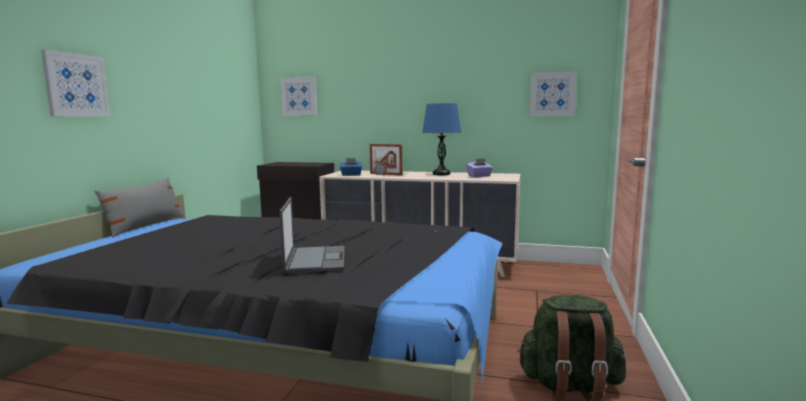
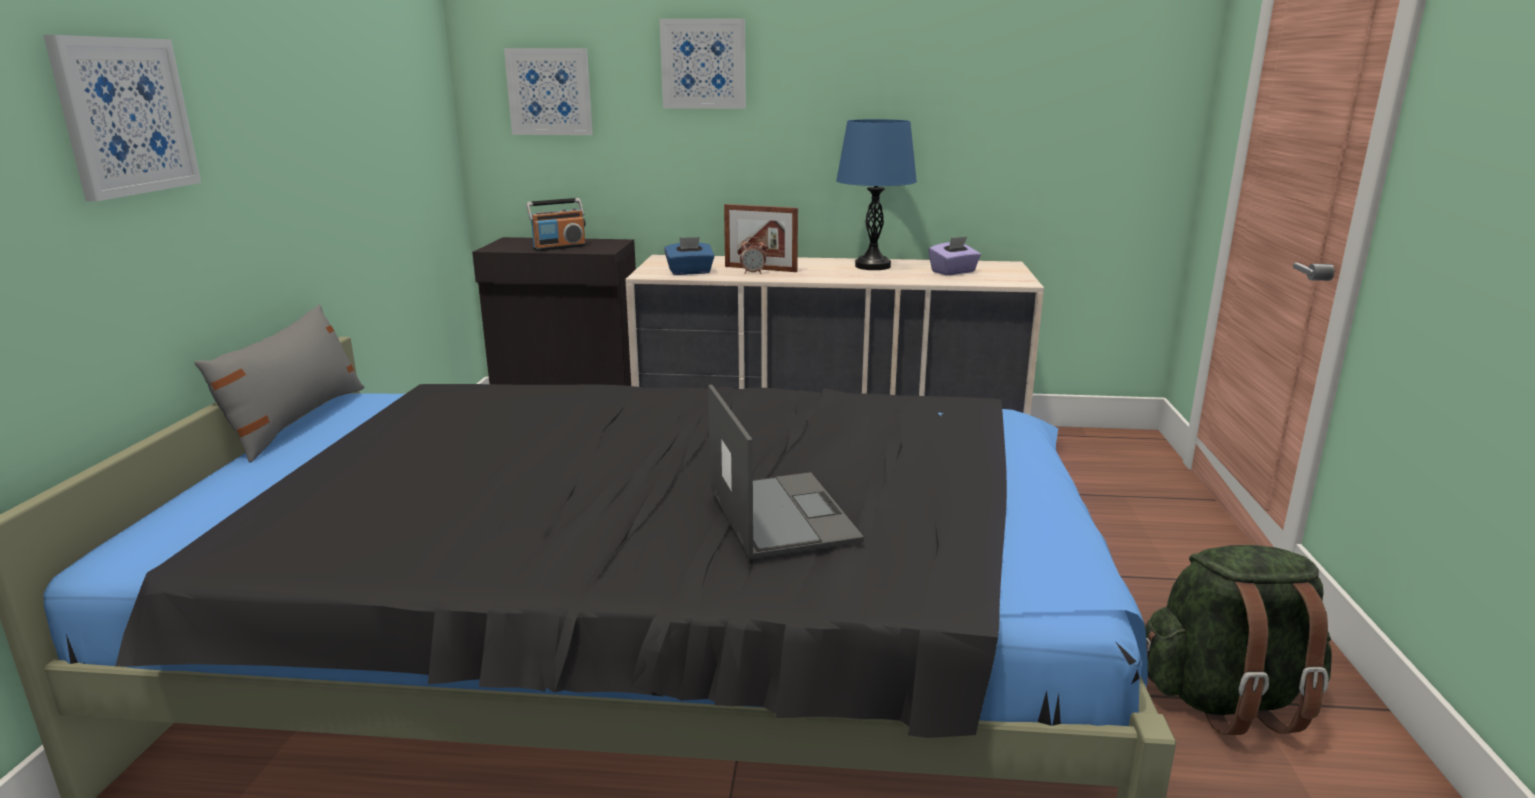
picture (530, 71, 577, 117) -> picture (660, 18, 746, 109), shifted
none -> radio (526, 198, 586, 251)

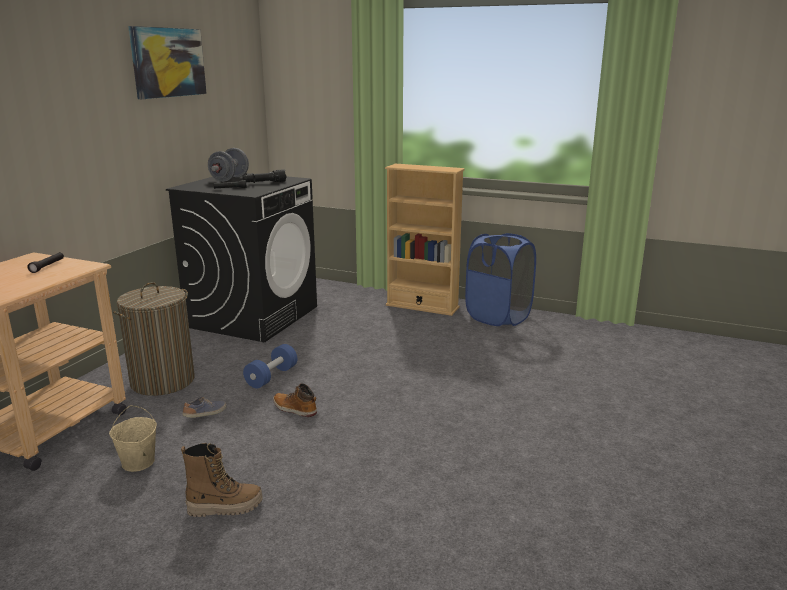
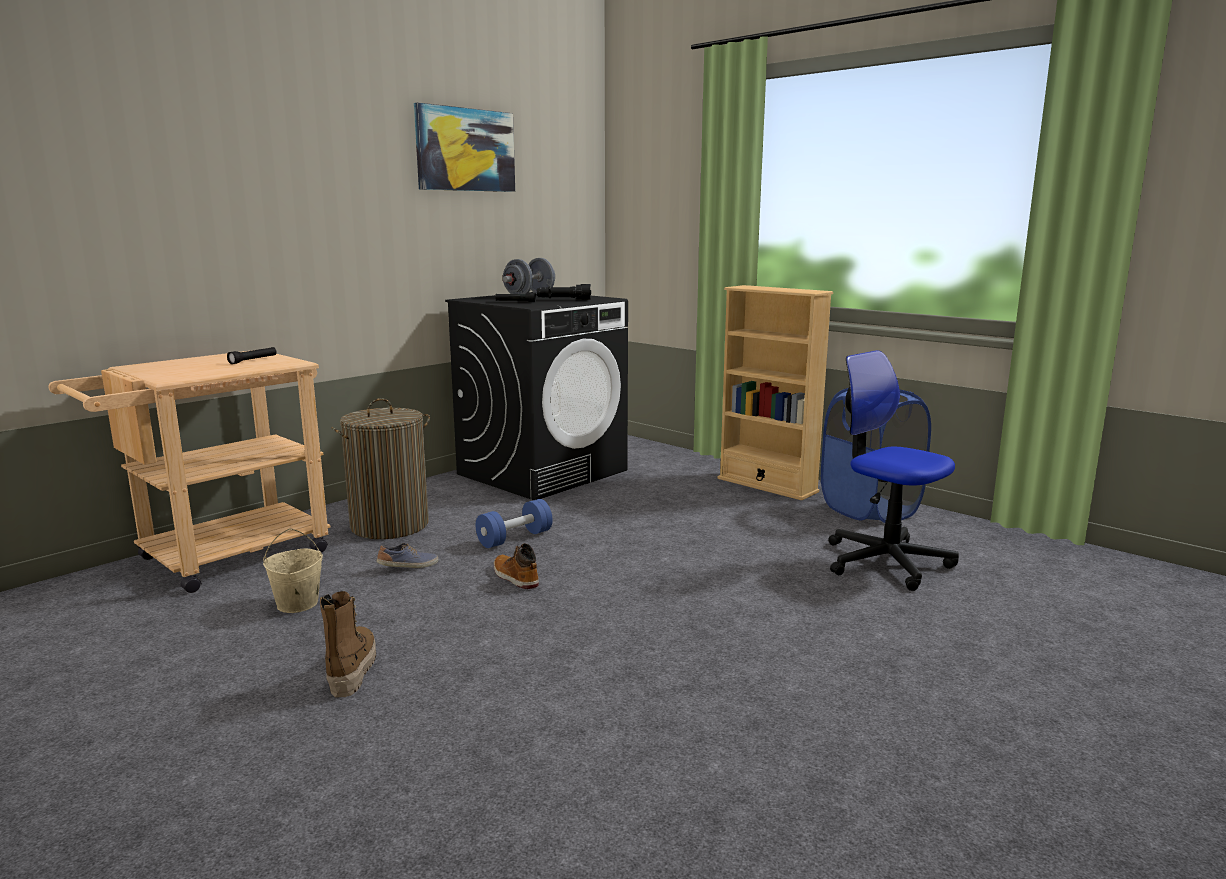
boot (181, 443, 263, 517) -> boot (320, 591, 376, 697), 105 degrees counterclockwise
none -> office chair (828, 350, 959, 591)

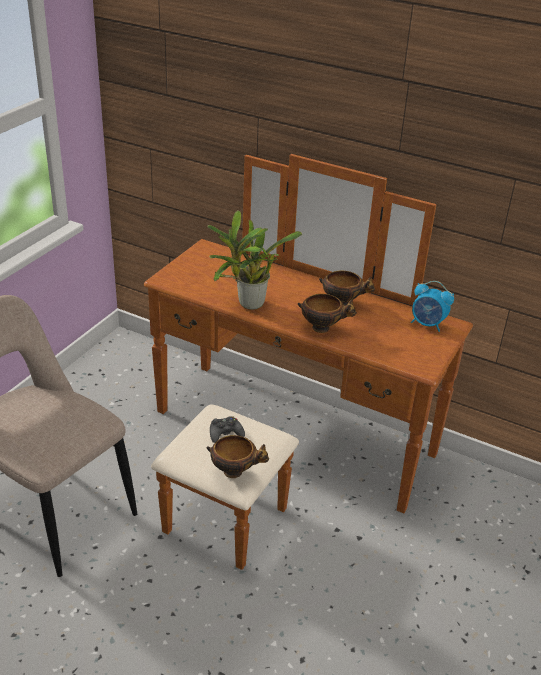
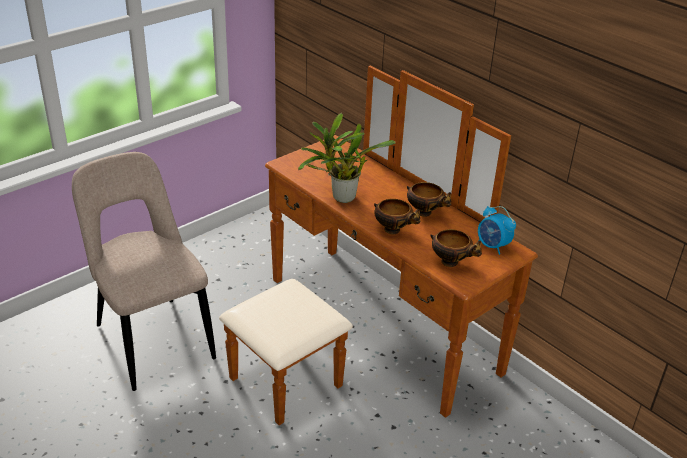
black game controller (210, 416, 245, 443) -> none
bowl (207, 435, 269, 478) -> bowl (430, 229, 482, 267), shifted

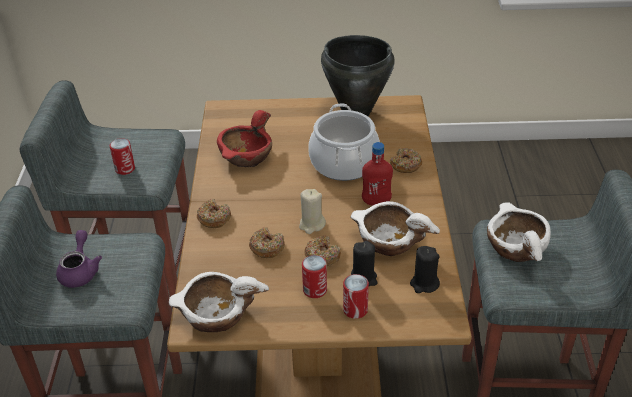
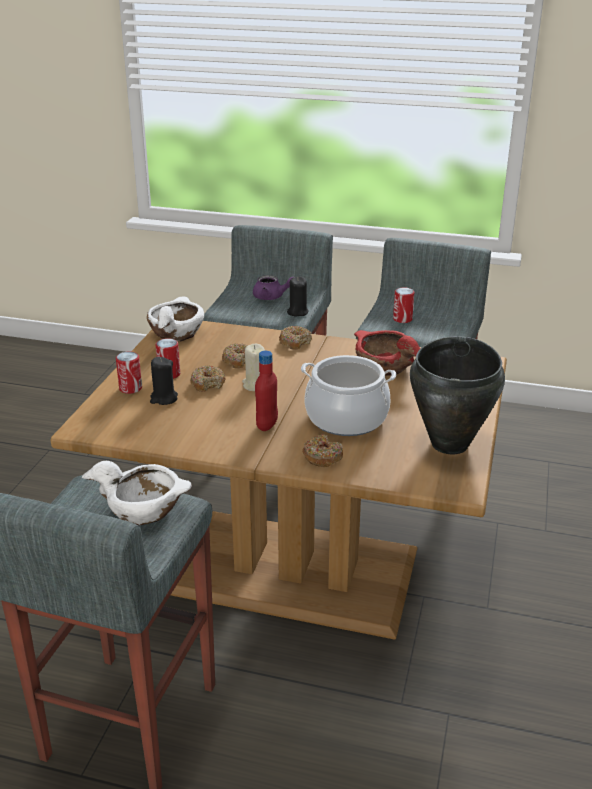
white bowl (350, 201, 440, 256) -> none
black candle (410, 246, 440, 293) -> black candle (287, 277, 309, 316), shifted

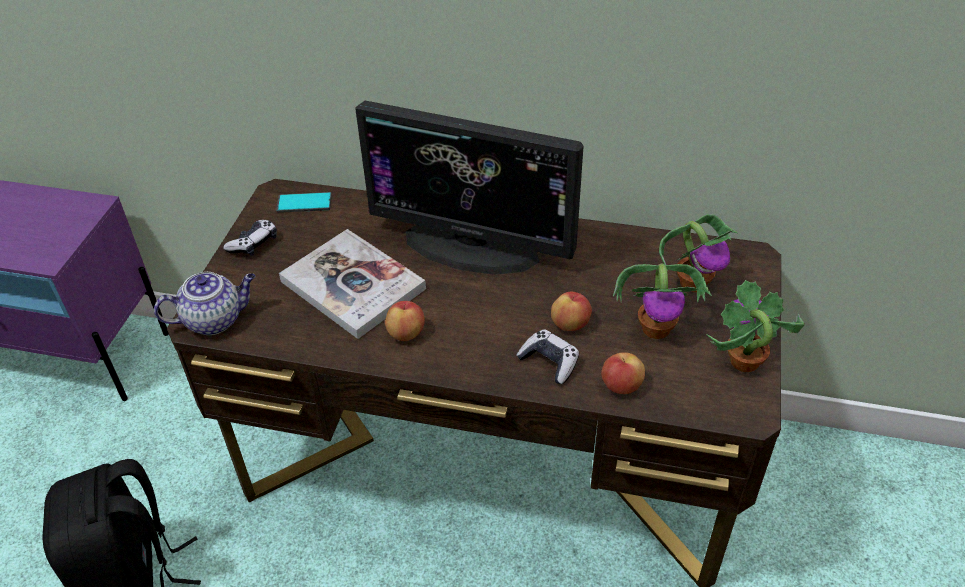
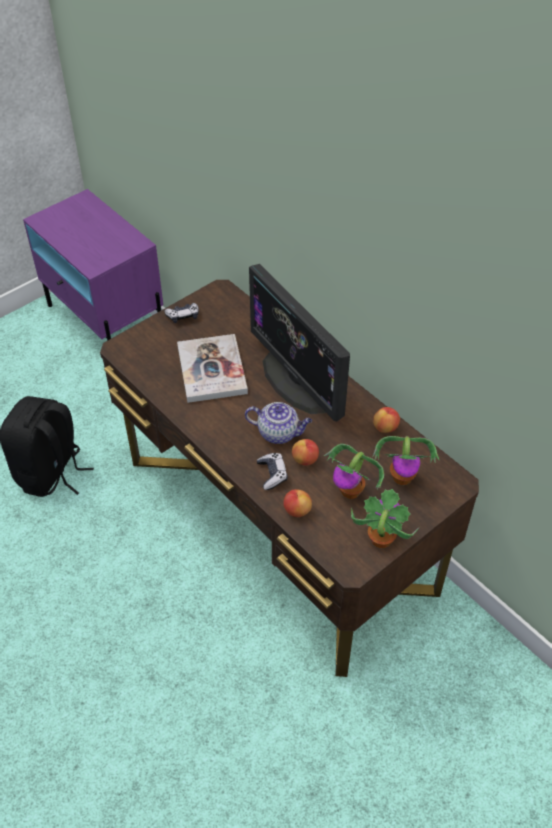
phone (276, 192, 332, 213) -> none
teapot (154, 272, 255, 335) -> teapot (245, 402, 312, 444), shifted
apple (385, 301, 425, 341) -> apple (373, 407, 400, 433), shifted

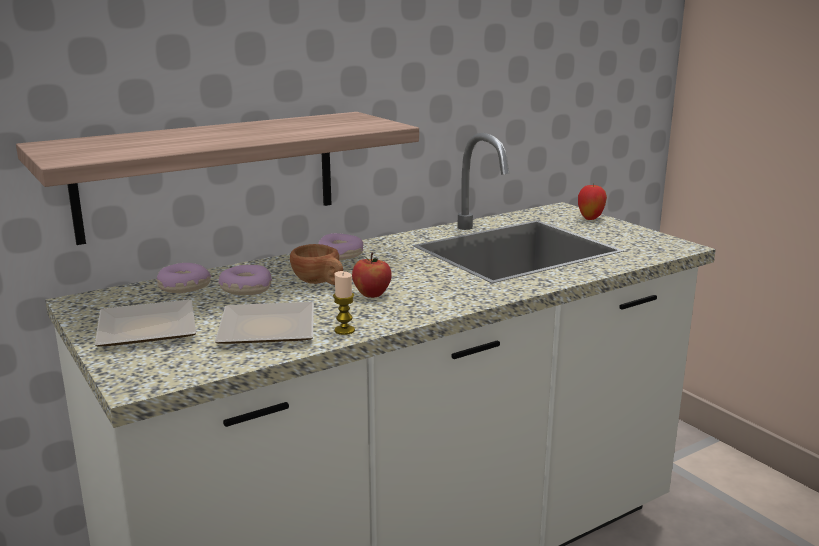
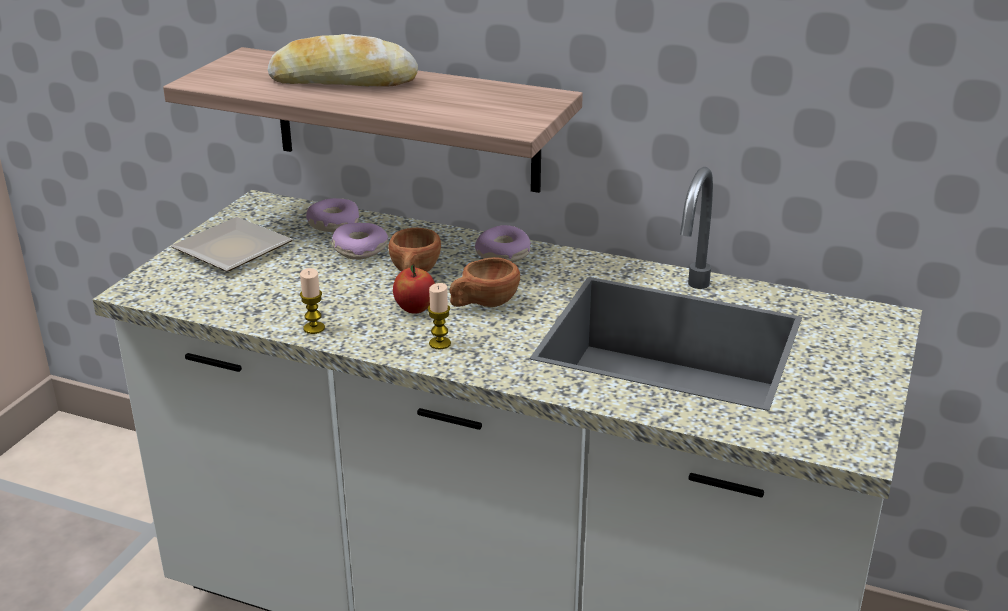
apple (578, 183, 607, 220) -> none
plate (215, 302, 314, 344) -> none
none -> bread (268, 34, 418, 87)
none -> brown cup (449, 257, 520, 307)
none -> candle (428, 283, 451, 349)

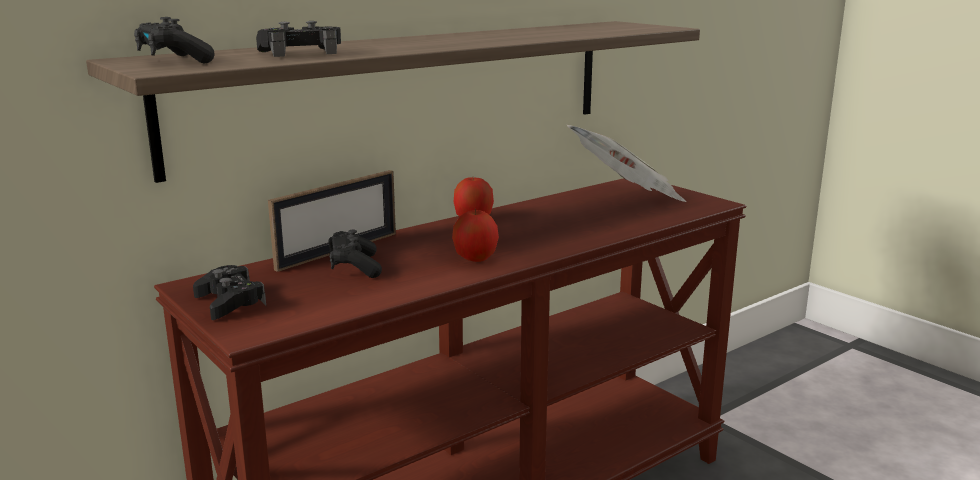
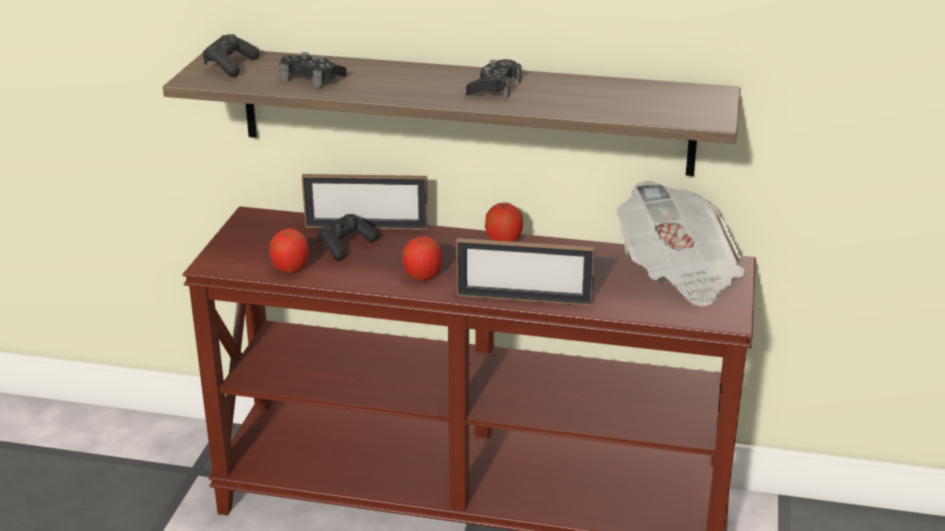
black game controller (193, 265, 266, 320) -> black game controller (466, 59, 521, 98), shifted
none -> apple (269, 228, 309, 273)
none -> picture frame (456, 238, 595, 306)

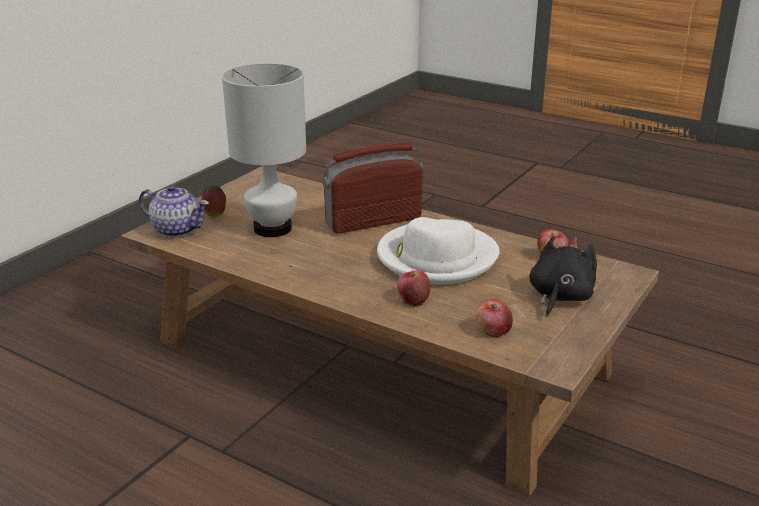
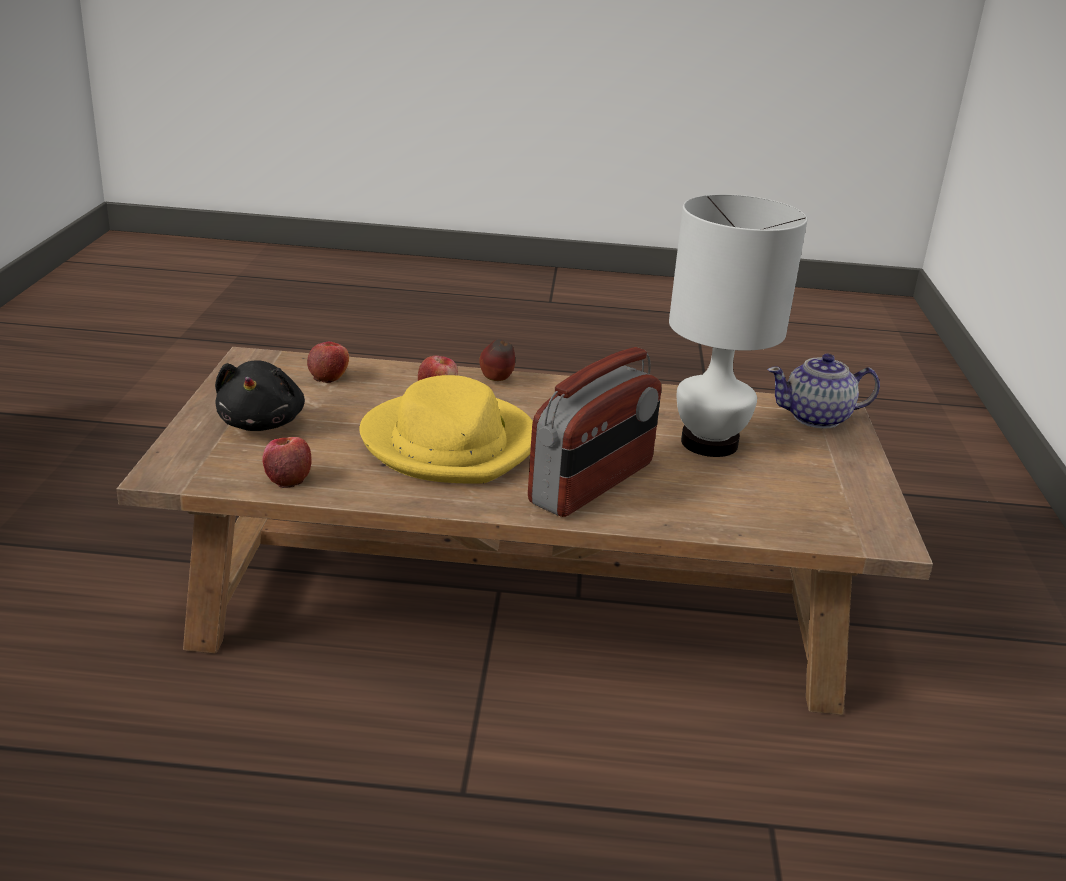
apple (201, 185, 226, 218) -> apple (479, 339, 515, 381), shifted
white hat (377, 217, 500, 285) -> yellow hat (359, 375, 533, 484)

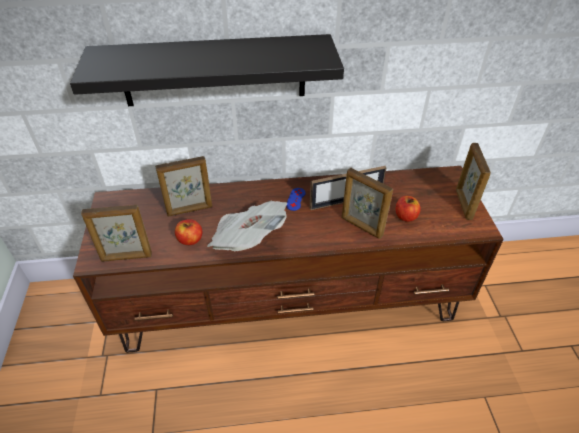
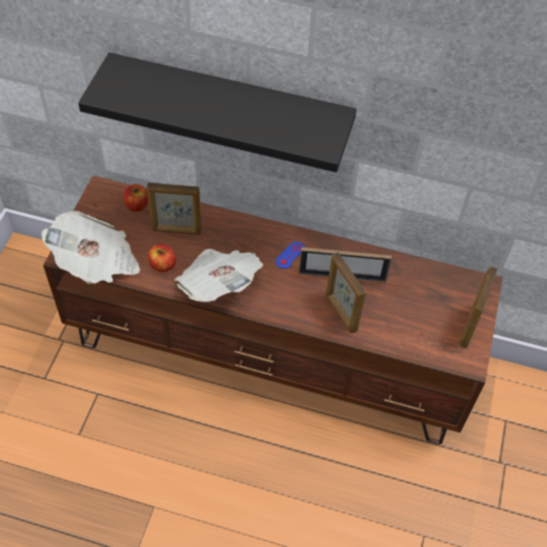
apple (396, 196, 421, 222) -> apple (123, 184, 148, 212), shifted
picture frame (81, 205, 152, 262) -> newspaper (42, 211, 140, 284)

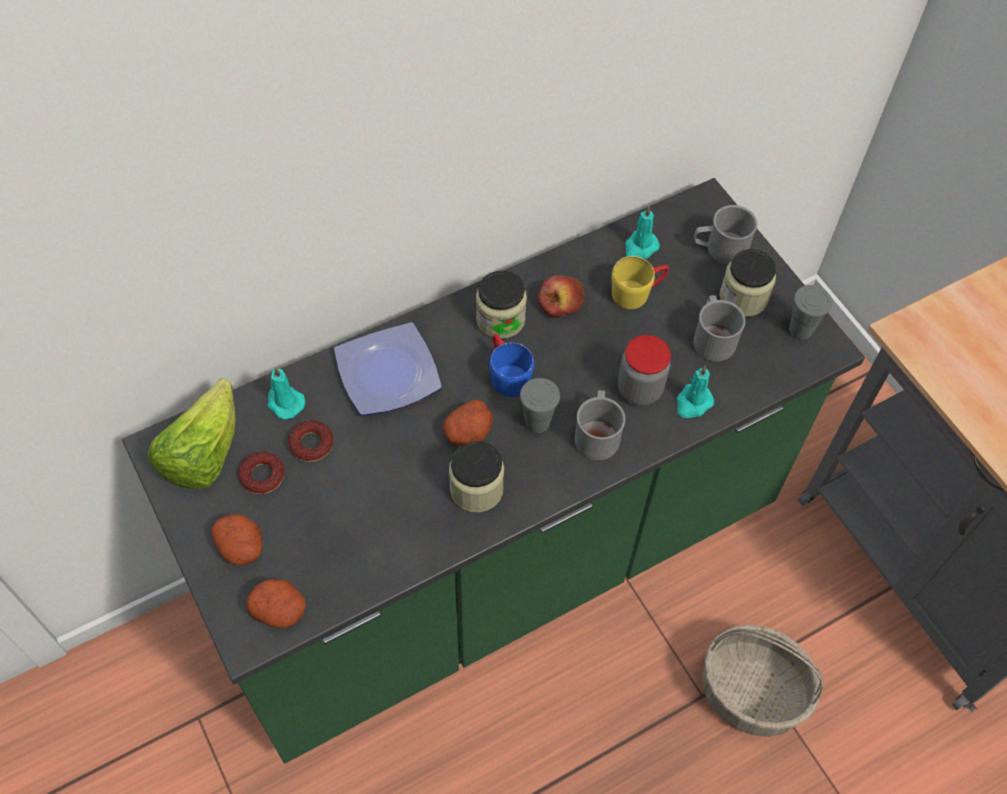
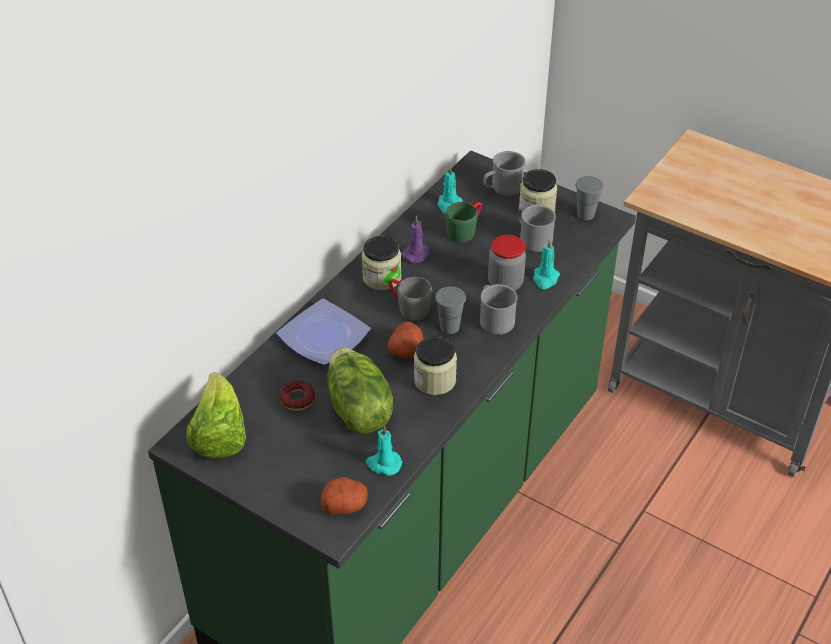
yellow mug (612, 256, 669, 309) -> green mug (445, 202, 482, 243)
apple (537, 275, 585, 318) -> purple candle (402, 216, 430, 263)
blue mug (489, 334, 534, 397) -> grey mug (389, 277, 432, 321)
turquoise candle (267, 367, 305, 419) -> turquoise candle (366, 425, 402, 476), shifted
donut (238, 452, 284, 494) -> none
potato (211, 514, 263, 566) -> none
basket (702, 625, 823, 737) -> none
none -> lettuce (327, 348, 393, 433)

